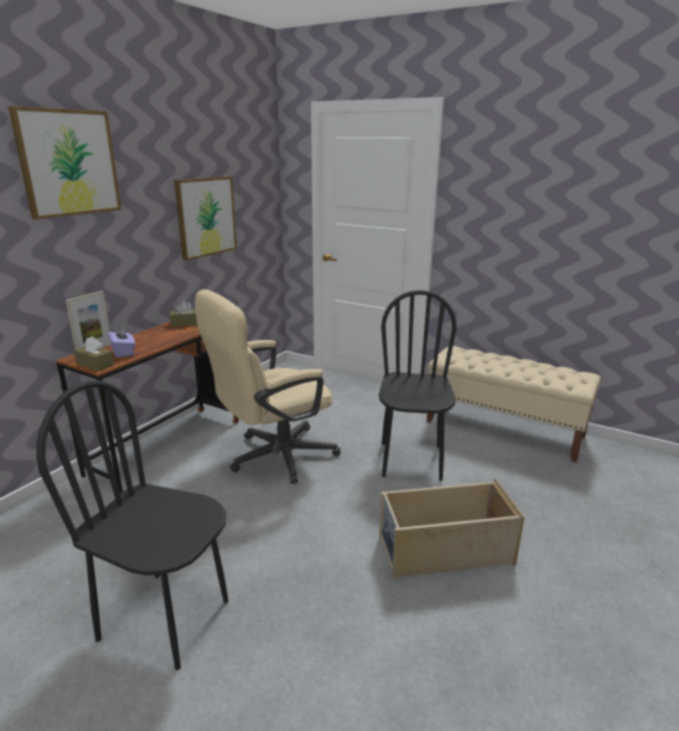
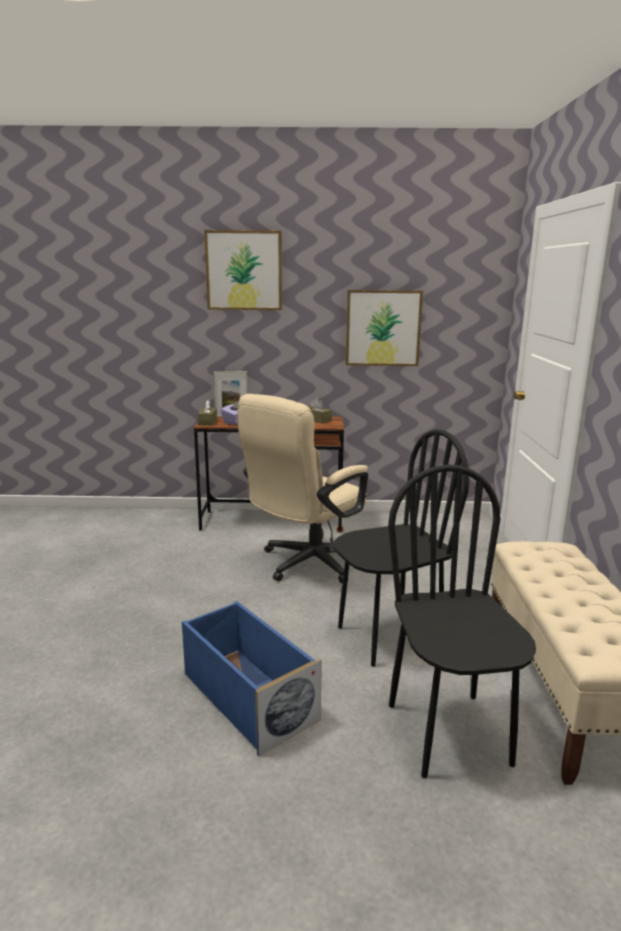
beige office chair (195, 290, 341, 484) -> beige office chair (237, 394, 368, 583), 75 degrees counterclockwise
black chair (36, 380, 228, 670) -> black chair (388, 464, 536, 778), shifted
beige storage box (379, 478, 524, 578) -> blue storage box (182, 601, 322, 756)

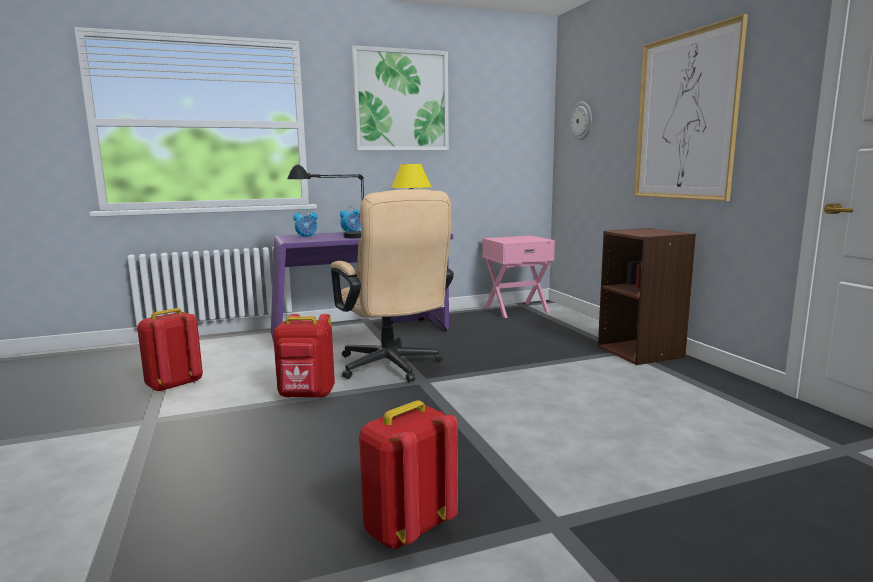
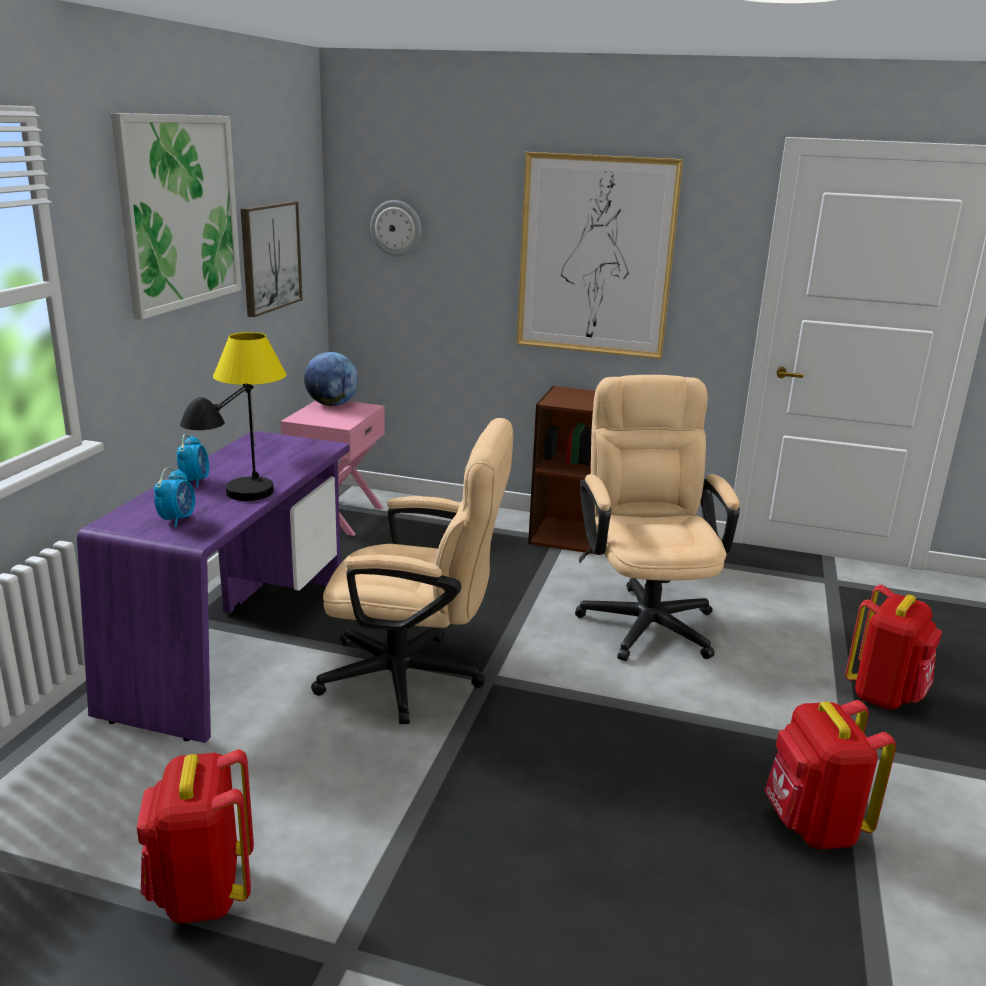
red backpack (273, 314, 335, 398) -> red backpack (845, 585, 942, 709), shifted
none -> picture (241, 201, 302, 317)
none -> globe (304, 352, 358, 406)
none -> beige office chair (575, 375, 740, 661)

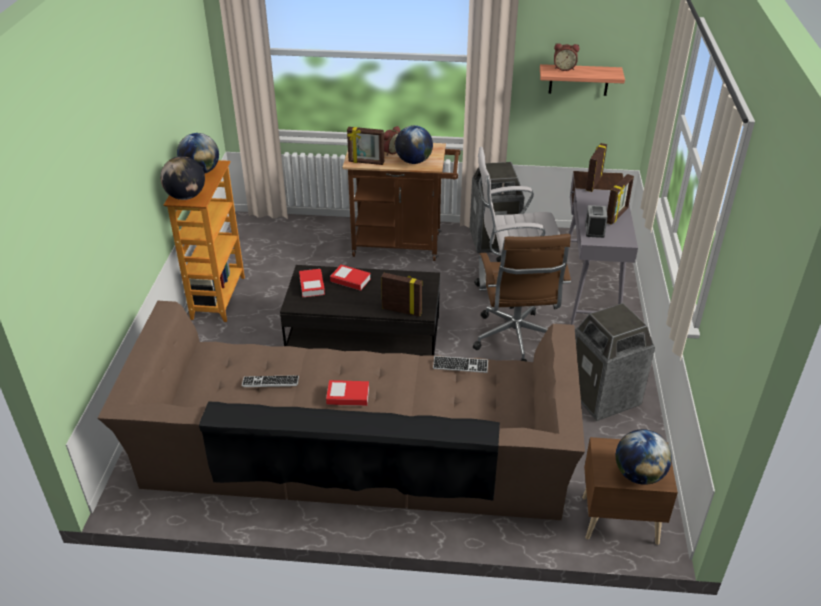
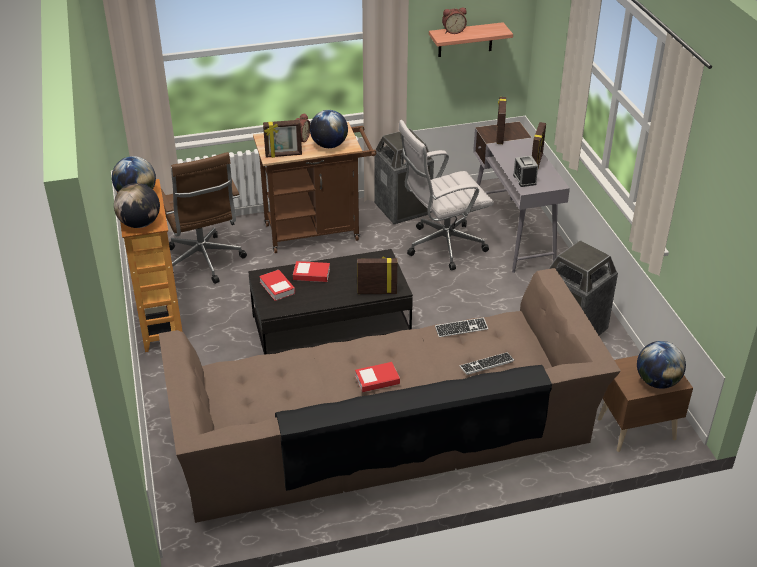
brown office chair (473, 234, 571, 362) -> brown office chair (161, 152, 247, 284), shifted
keyboard (242, 375, 299, 387) -> keyboard (459, 352, 514, 375), shifted

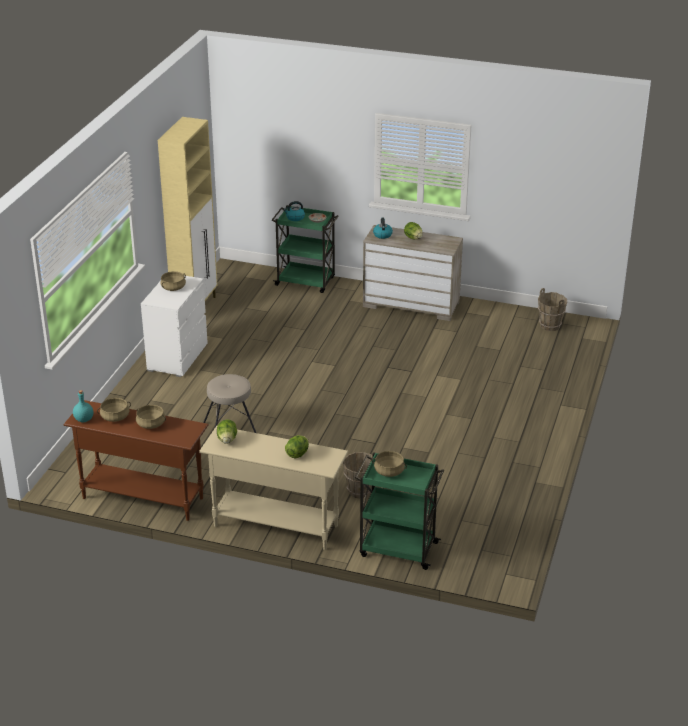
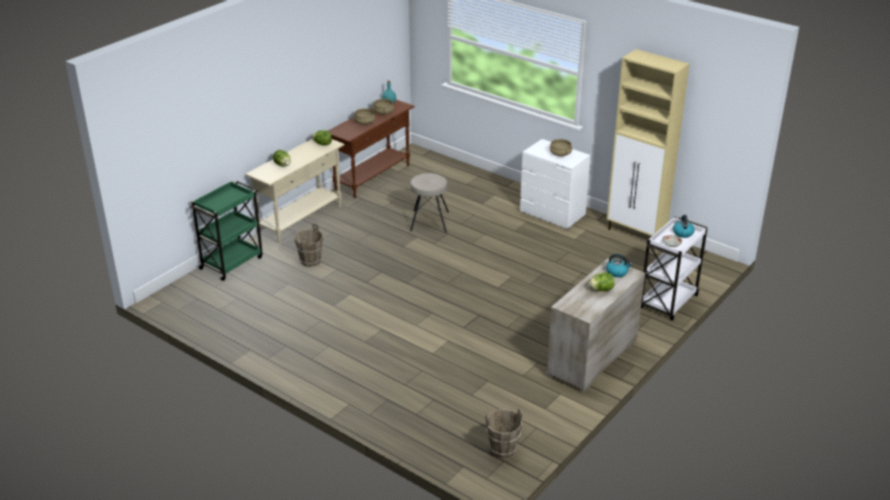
green cart (272, 205, 339, 293) -> white cart (641, 217, 708, 321)
beige cooking pot (371, 451, 407, 477) -> none

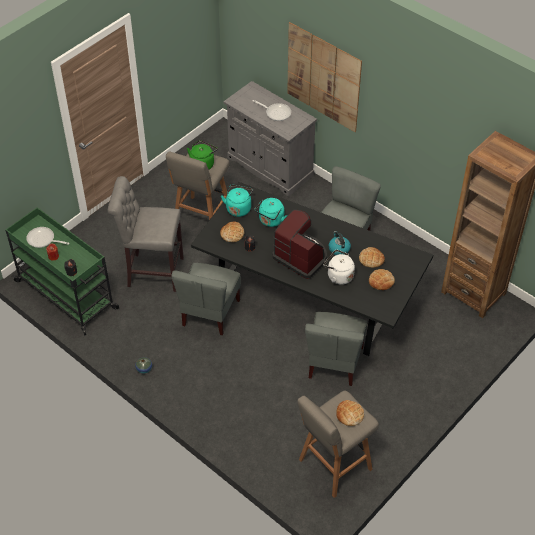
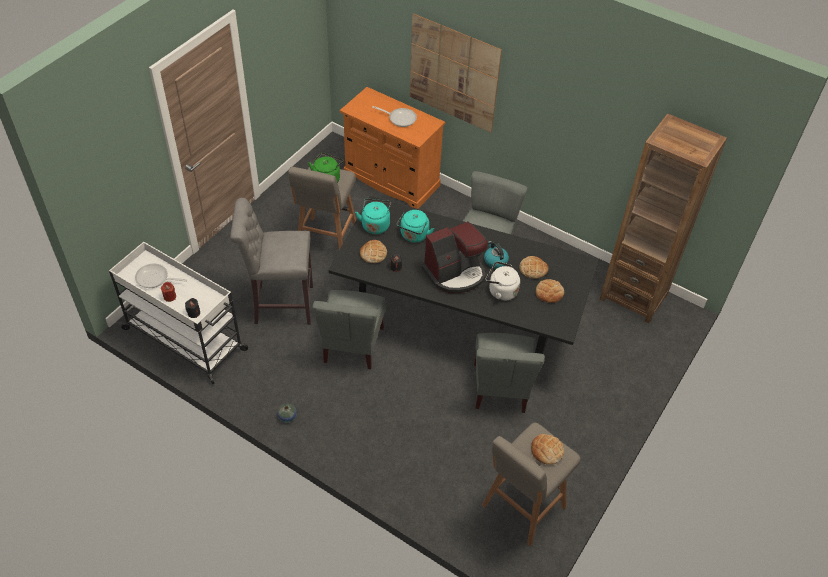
grey cabinet (223, 81, 317, 197) -> orange cabinet (340, 87, 445, 209)
green cart (5, 207, 119, 336) -> white cart (109, 242, 248, 385)
coffee machine (272, 210, 327, 279) -> coffee machine (422, 221, 488, 293), 120 degrees clockwise

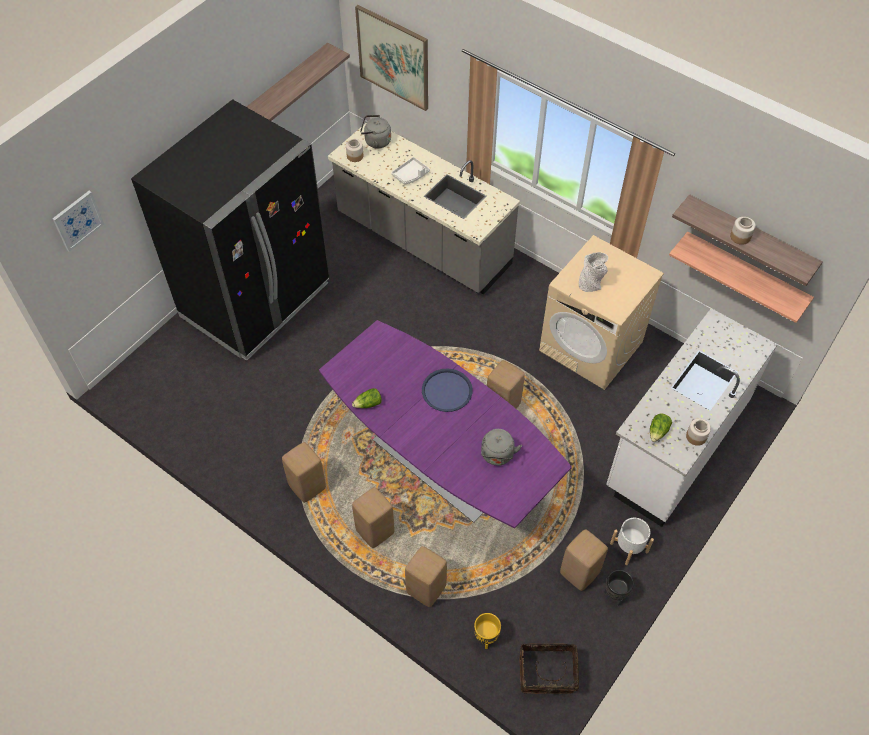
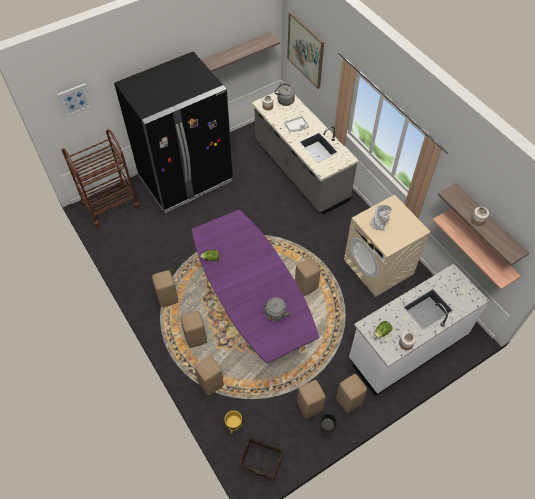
blue tray (422, 369, 473, 412) -> none
white planter (610, 518, 654, 565) -> beige stool (336, 374, 367, 413)
none -> brown cart (62, 129, 140, 227)

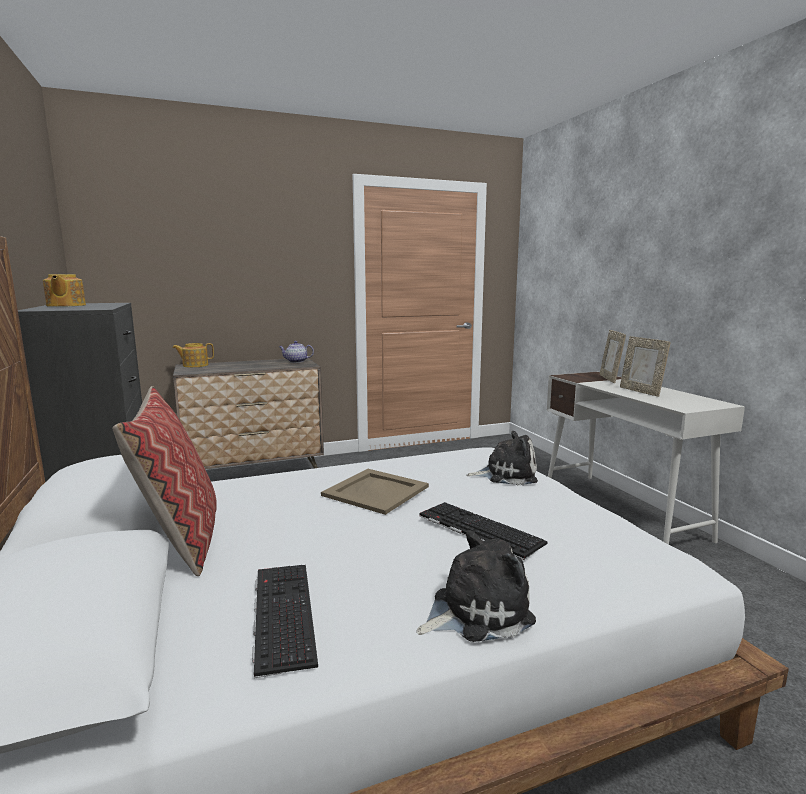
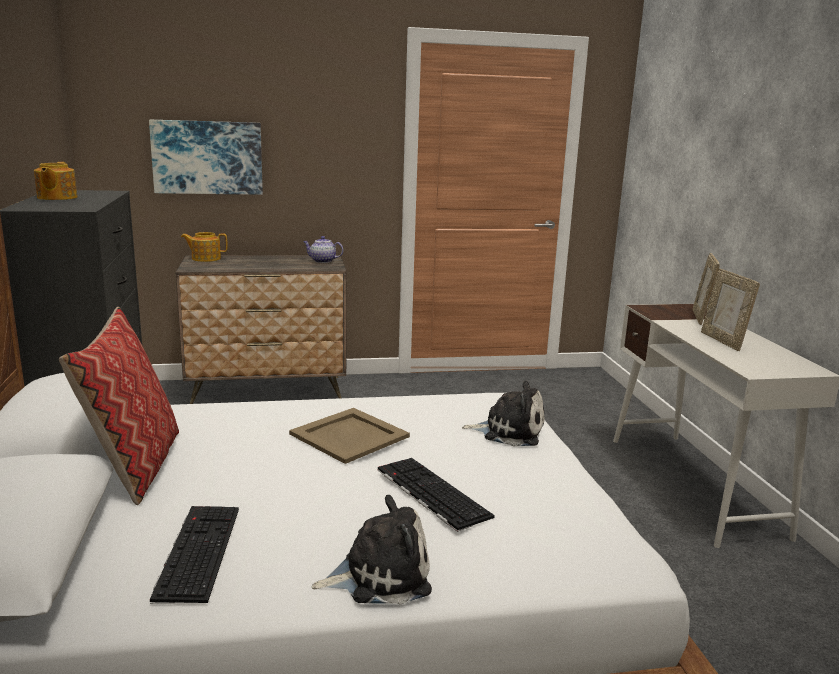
none -> picture (149, 120, 263, 195)

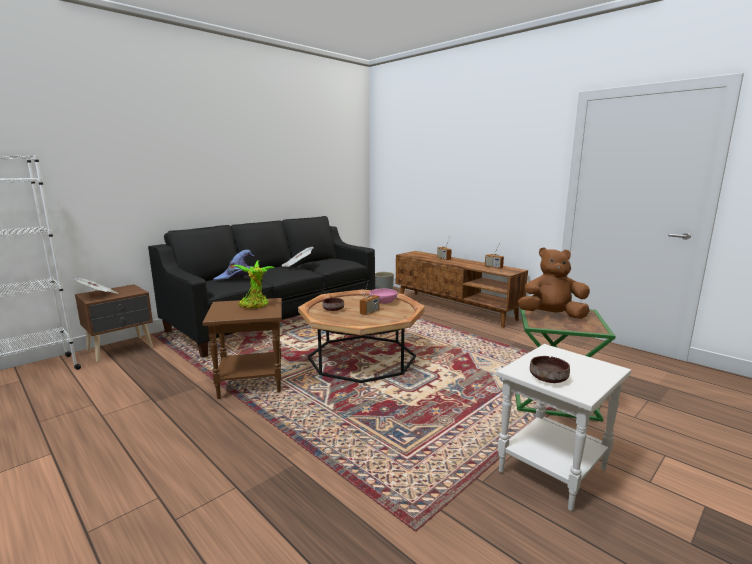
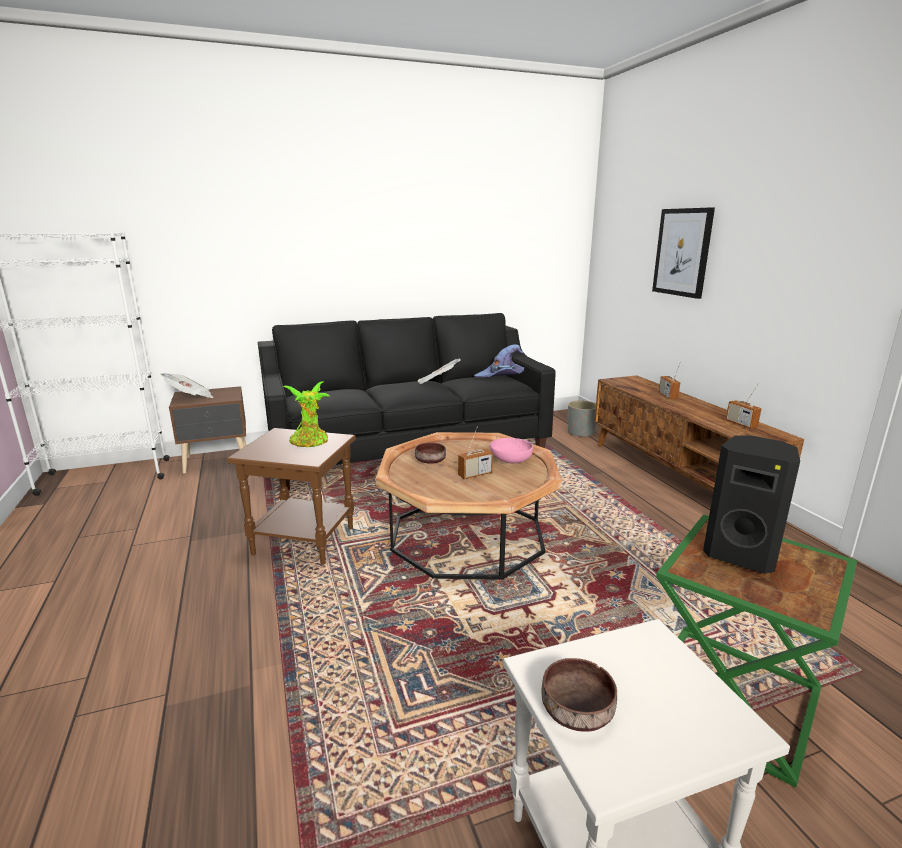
brown plush toy (518, 247, 590, 319) -> black speaker (703, 435, 800, 574)
purple hat (213, 250, 254, 281) -> purple hat (474, 344, 524, 378), shifted
none -> picture (652, 207, 715, 299)

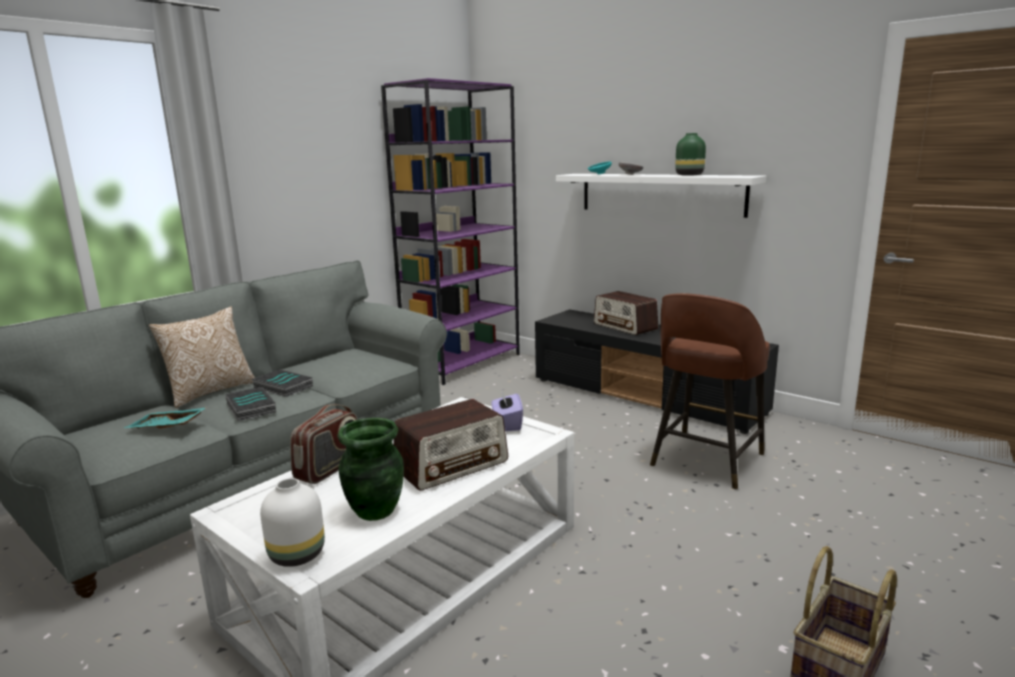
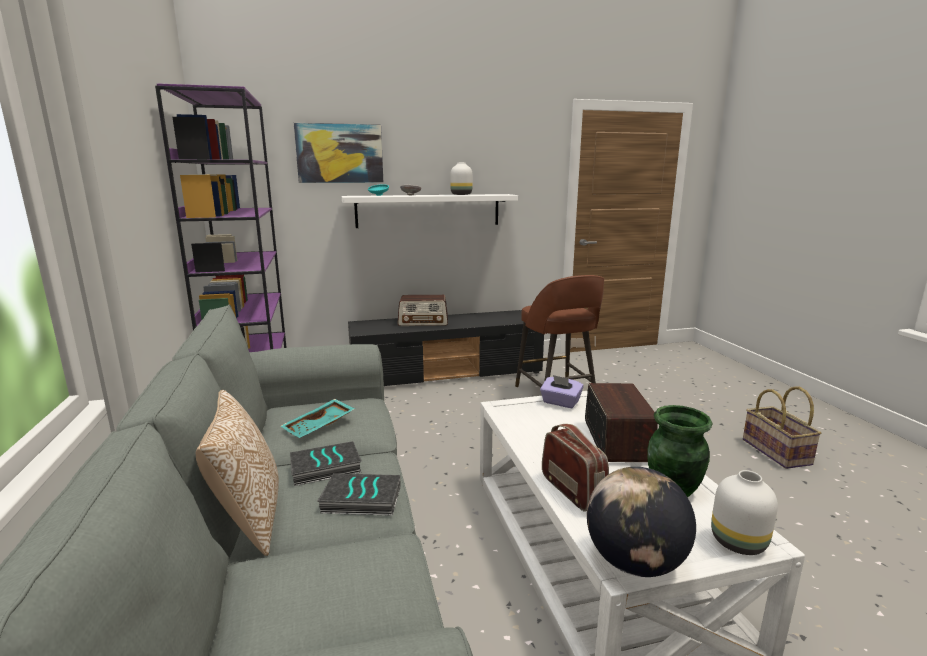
green vase (675, 133, 706, 176) -> white vase (450, 162, 473, 195)
turquoise tray (124, 408, 206, 429) -> turquoise tray (280, 399, 355, 438), shifted
none -> picture (294, 123, 383, 183)
none -> globe (587, 467, 696, 577)

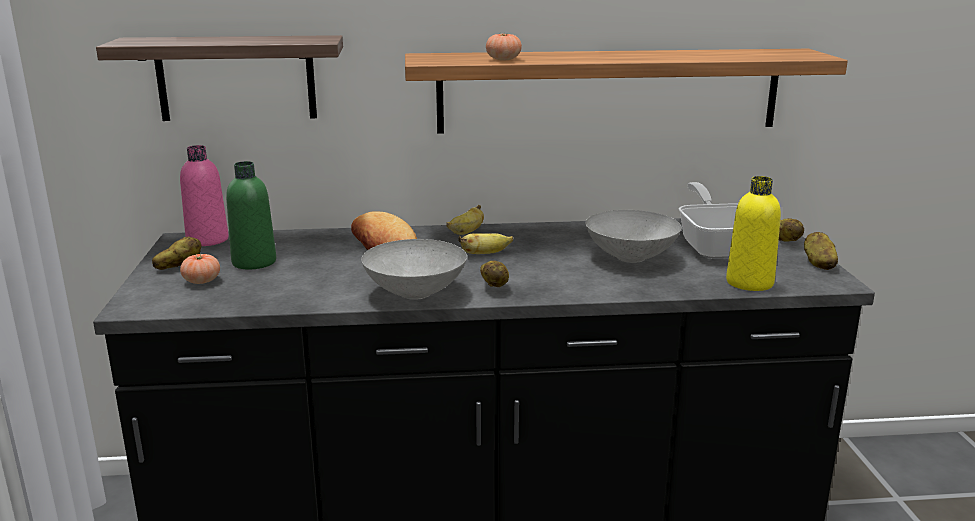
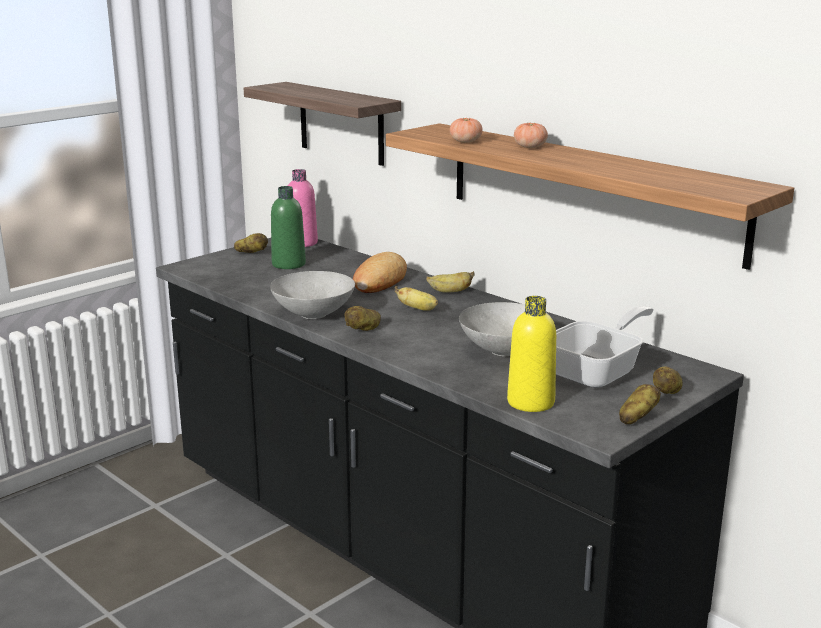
tomato (180, 254, 220, 284) -> tomato (514, 122, 548, 148), shifted

